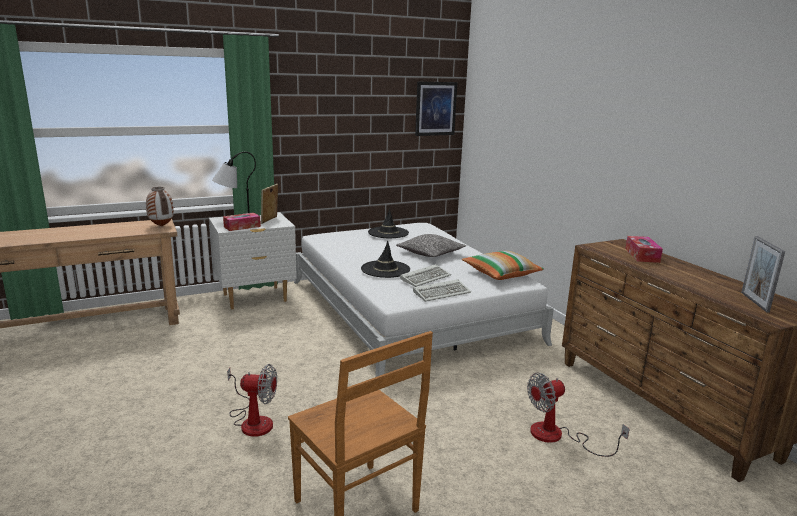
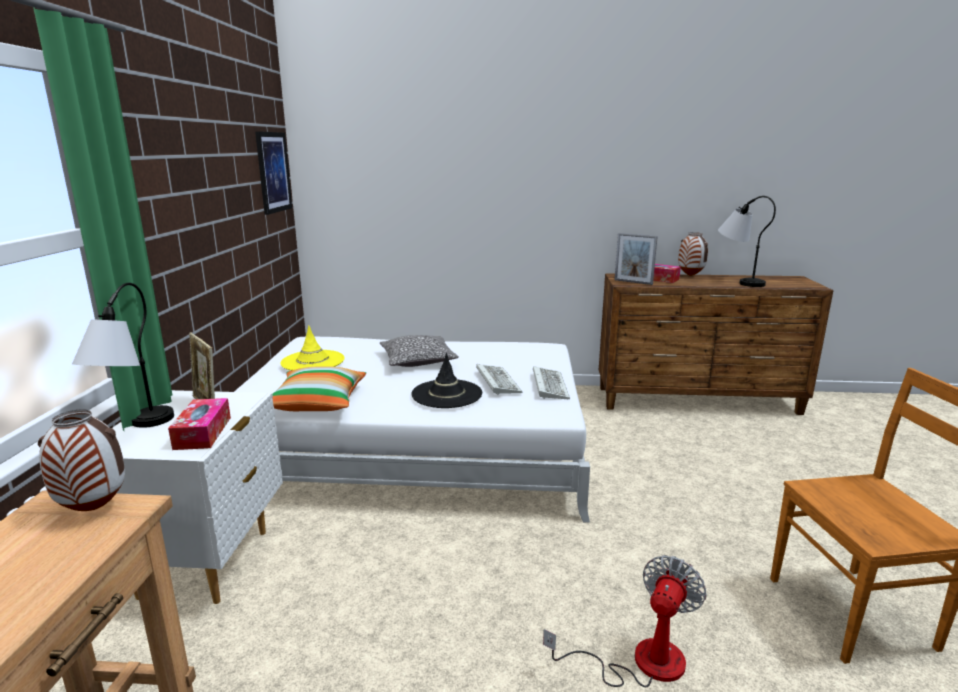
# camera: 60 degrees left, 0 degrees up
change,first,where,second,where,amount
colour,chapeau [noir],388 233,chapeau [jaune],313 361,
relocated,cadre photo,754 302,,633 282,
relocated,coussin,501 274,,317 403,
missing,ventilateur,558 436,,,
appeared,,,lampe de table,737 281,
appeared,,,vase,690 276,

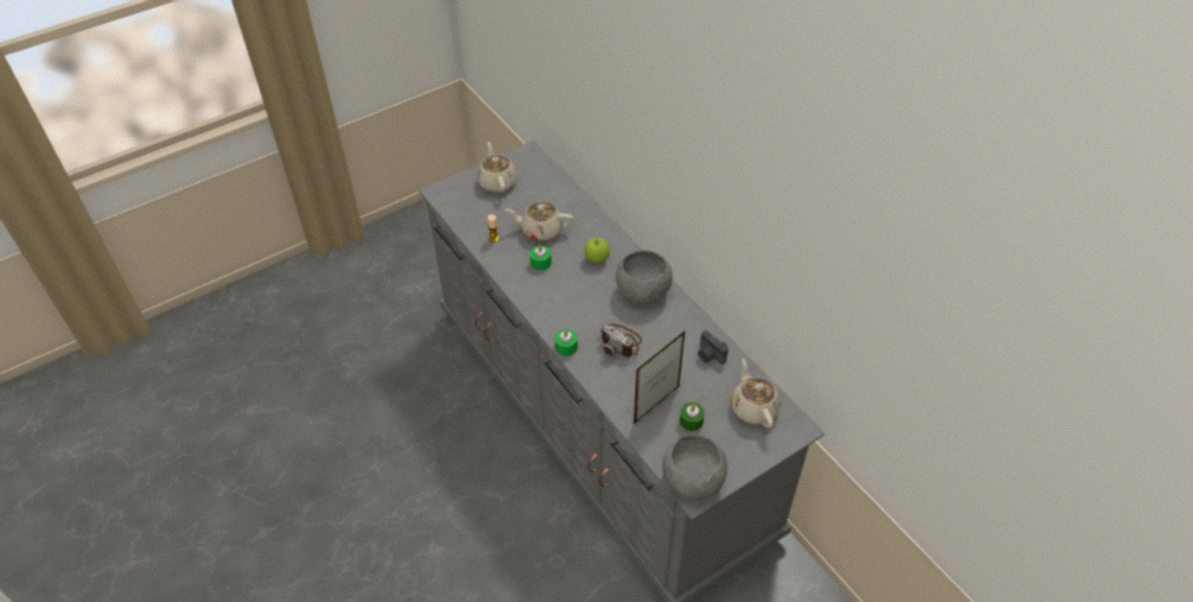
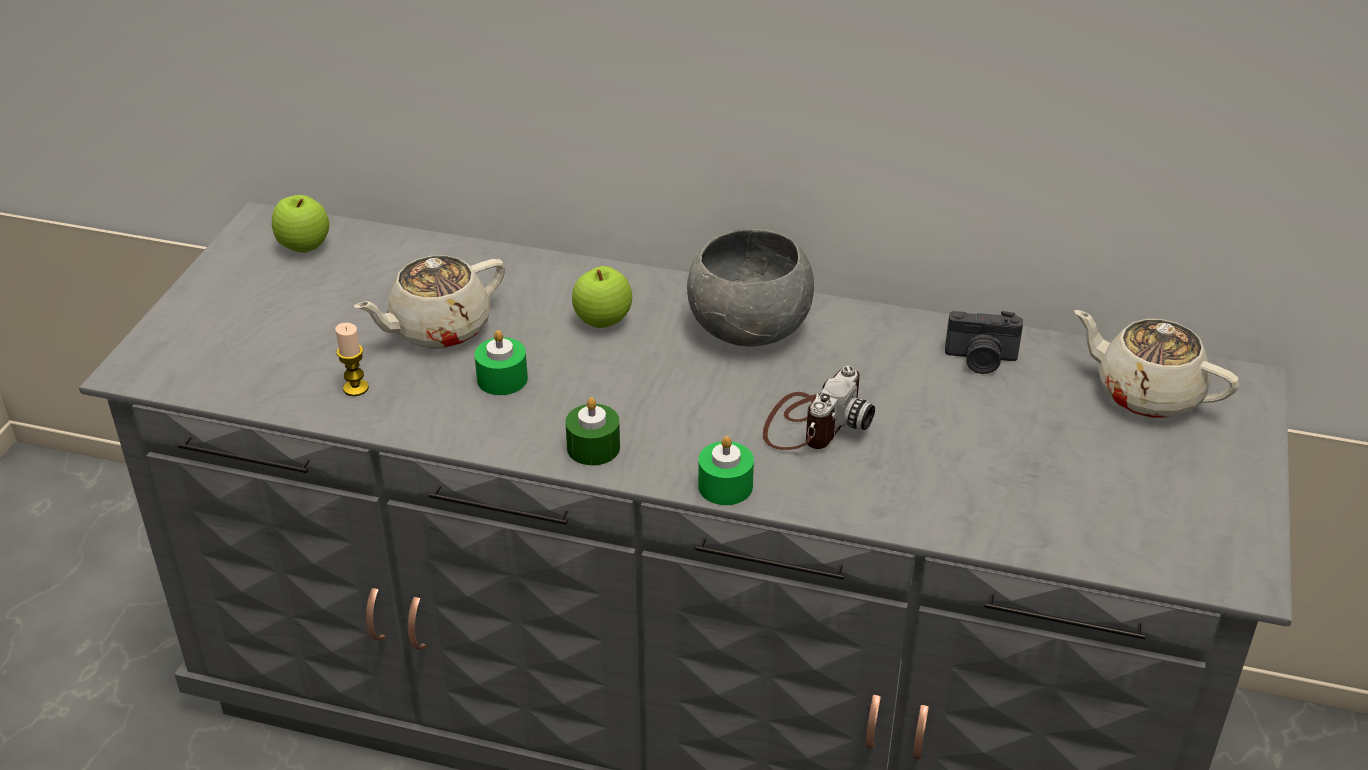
# camera: 40 degrees left, 10 degrees down
change,first,where,second,where,amount
missing,théière [beige],497 182,,,
spun,appareil photo,621 342,,813 423,60 degrees counterclockwise
missing,cadre photo,656 405,,,
relocated,bougie [vert],691 421,,593 447,
missing,bol [gris],692 479,,,
appeared,,,pomme,304 247,

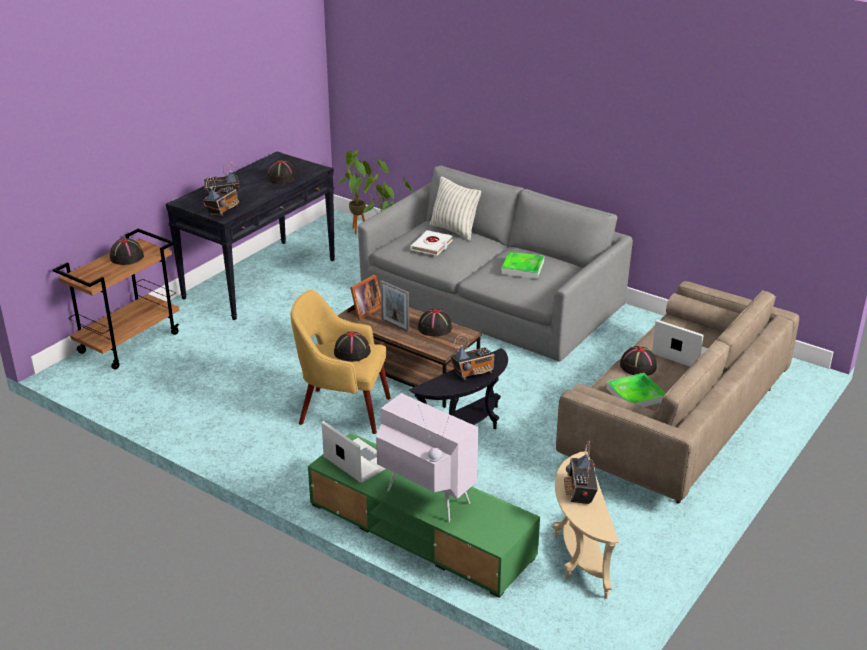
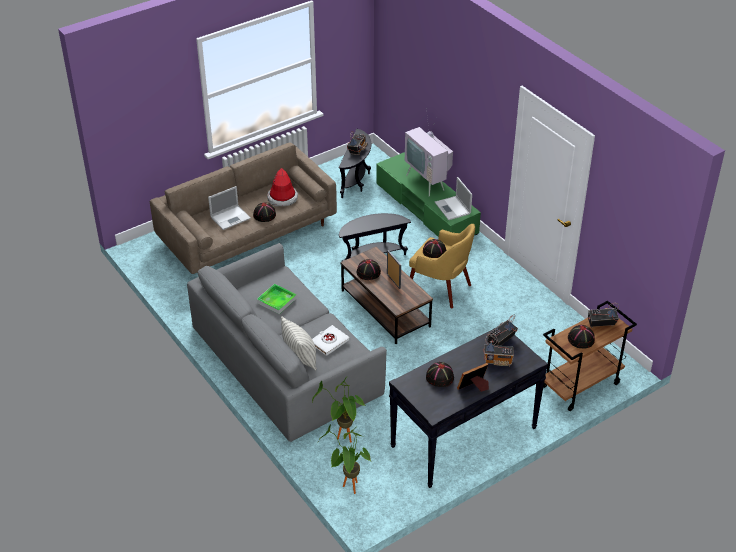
# camera: 160 degrees left, 10 degrees up
change,first,where,second,where,amount
relocated,cadre photo,364 311,,474 387,
spun,ordinateur portable,681 353,,231 217,90 degrees counterclockwise
relocated,radio,473 373,,601 324,
exchanged,plateau,635 395,chapeau,282 198,
colour,table d'appoint [beige],578 555,table d'appoint [noir],356 181,

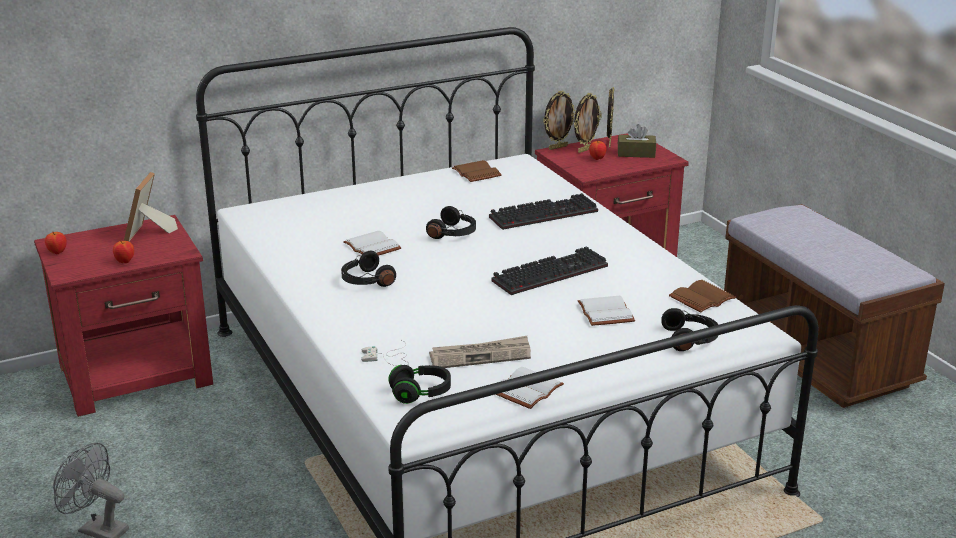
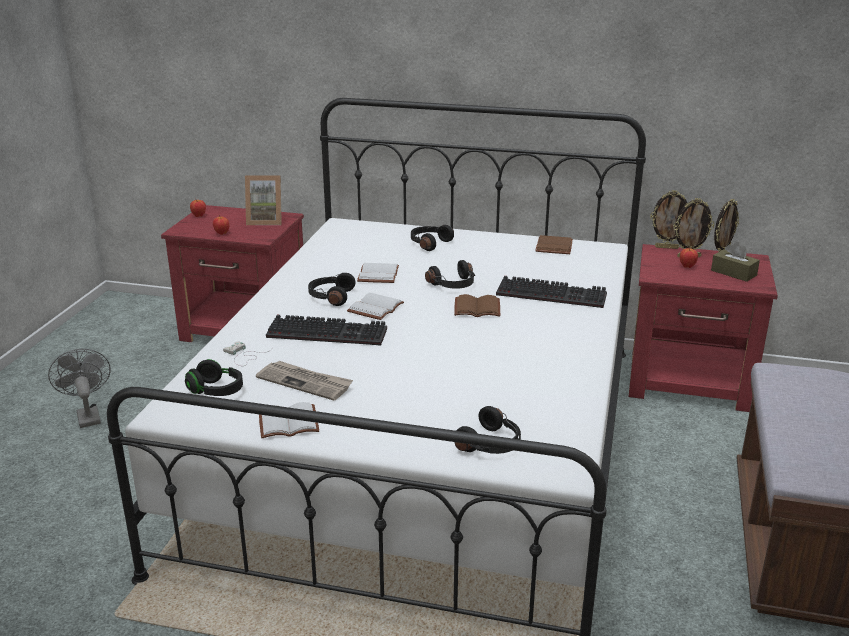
# camera: 40 degrees right, 0 degrees up
change,first,where,second,where,amount
spun,cadre photo,148 234,,265 221,135 degrees counterclockwise
relocated,clavier,550 272,,329 332,
relocated,livre [marron],701 297,,478 308,
relocated,livre [blanc],603 312,,375 307,
appeared,,,casque audio [noir],429 243,

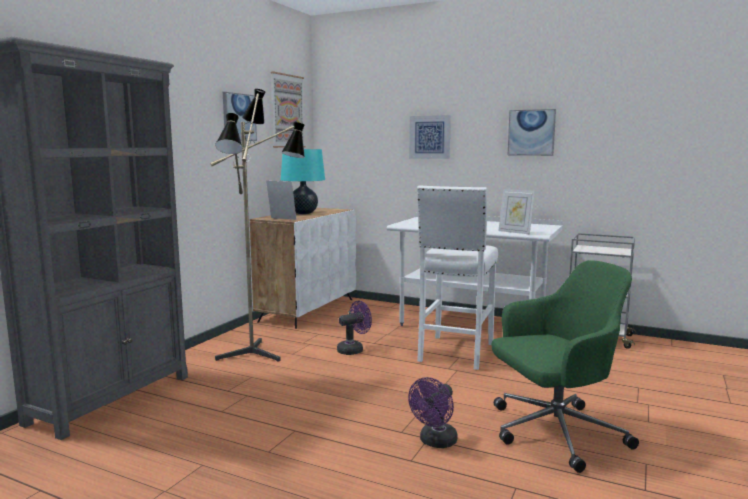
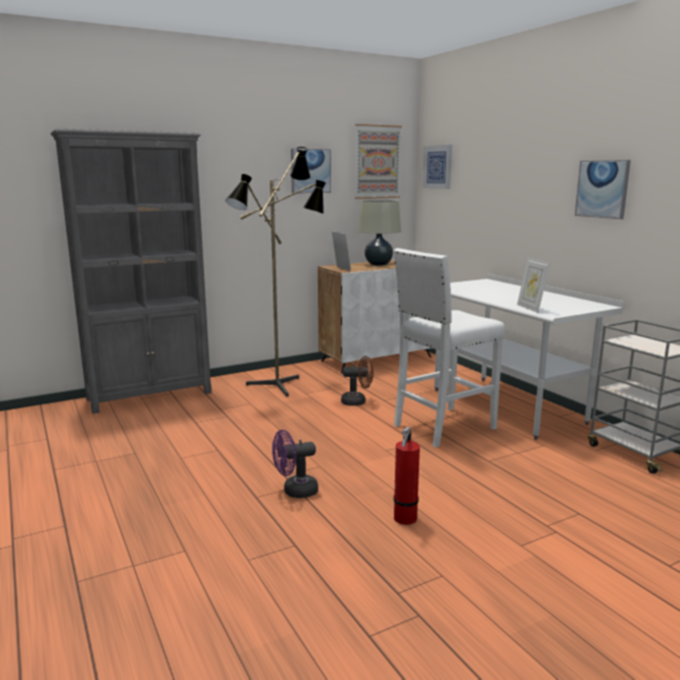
# camera: 35 degrees right, 5 degrees up
change,first,where,second,where,amount
relocated,tableau,430 137,,438 167,
colour,lampe de table [turquoise],303 213,lampe de table [beige],378 264,
exchanged,chaise de bureau [vert],553 433,extincteur,404 520,
colour,ventilateur [violet],353 350,ventilateur [marron],357 402,

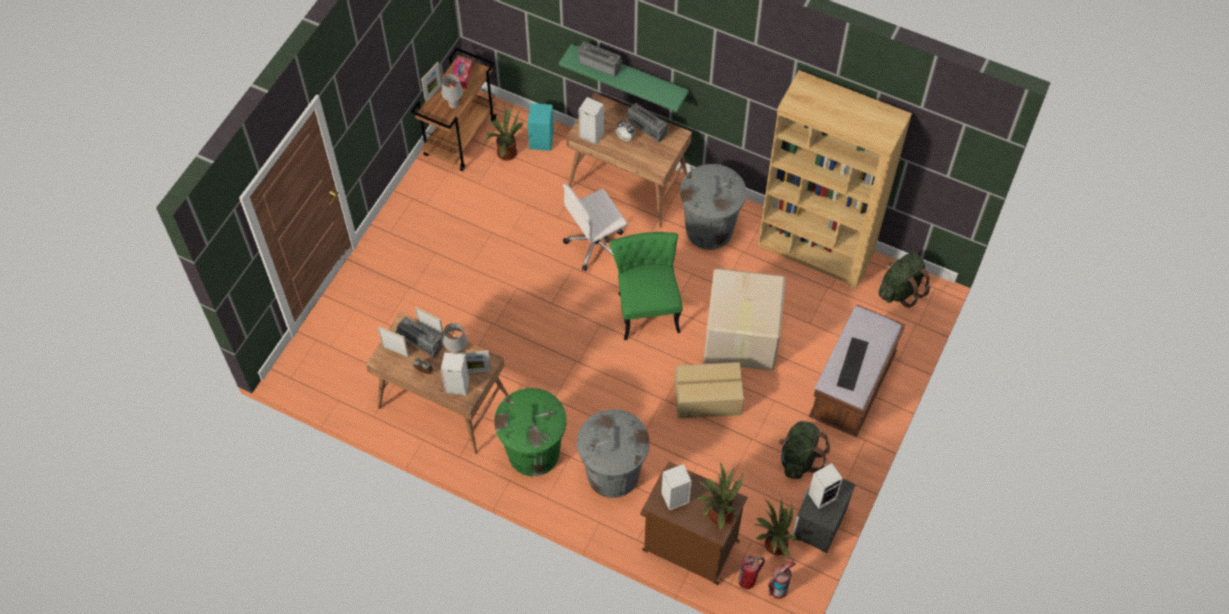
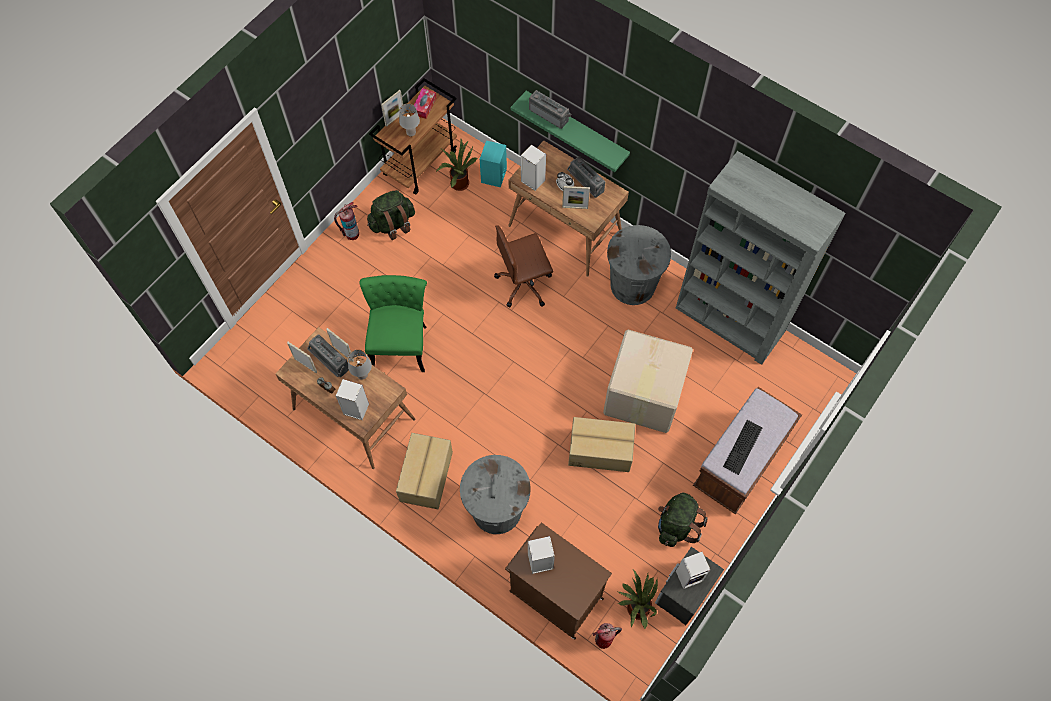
# camera: 10 degrees right, 5 degrees up
change,first,where,second,where,amount
colour,bibliothèque [marron],815 250,bibliothèque [gris],730 320,
colour,chaise de bureau [blanc],596 245,chaise de bureau [marron],524 284,
relocated,chaise [vert],646 306,,400 341,
relocated,sac à dos [vert],900 290,,393 224,
relocated,cadre photo,476 371,,575 207,
exchanged,poubelle [vert],534 452,carton,427 476,
missing,plante en pot,718 513,,,
relocated,extincteur,777 590,,352 234,

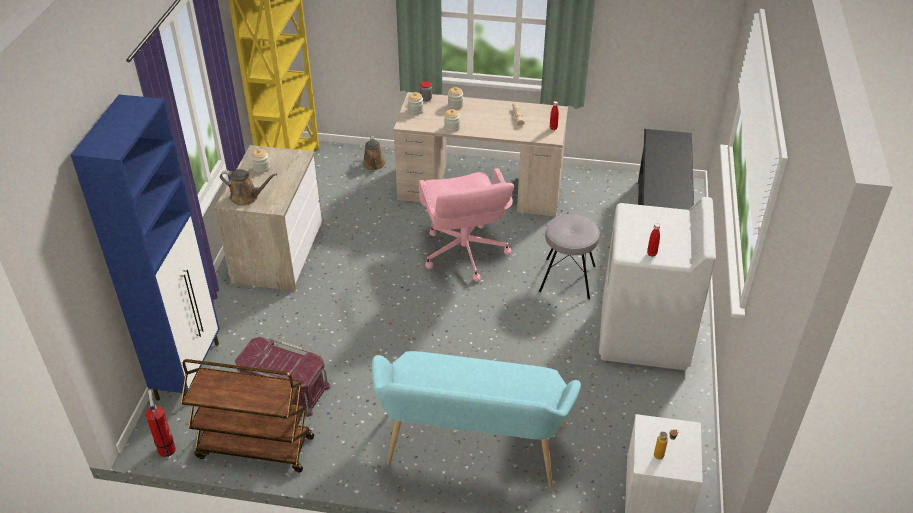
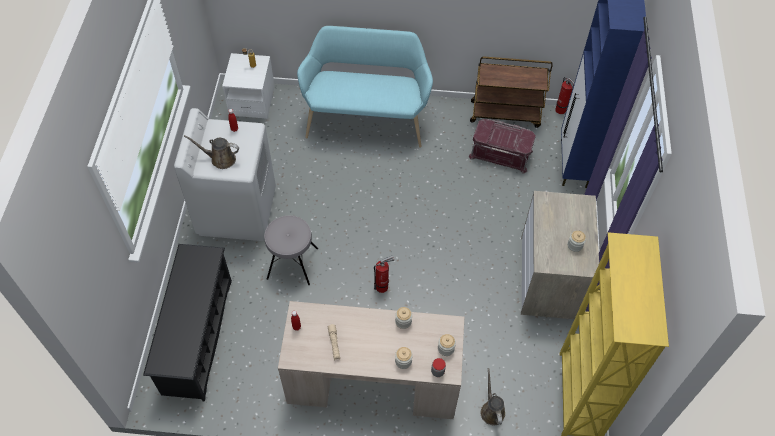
# camera: 175 degrees right, 15 degrees up
change,first,where,second,where,amount
exchanged,chaise de bureau [rose],464 253,extincteur,383 286,
relocated,arrosoir [marron],247 197,,220 159,

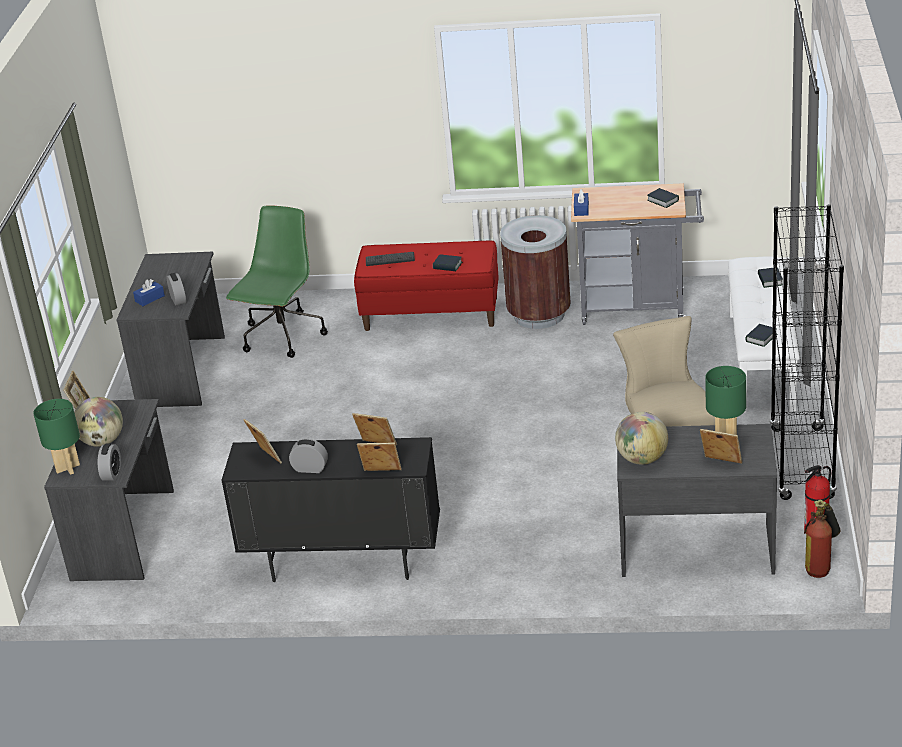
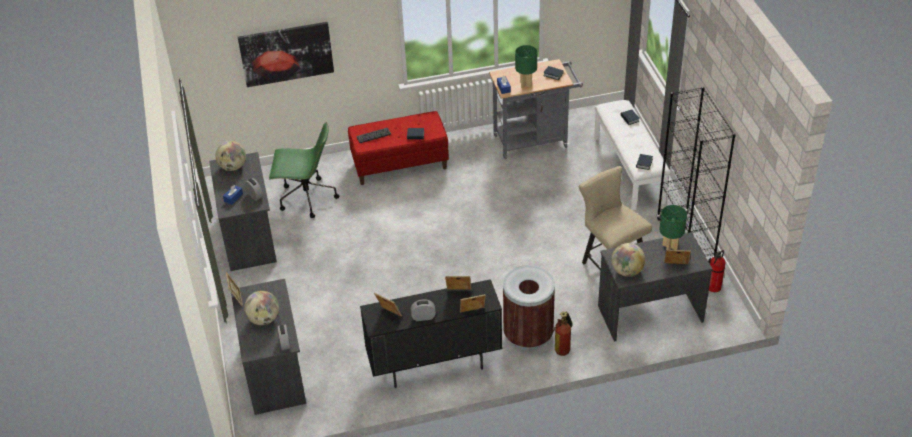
# camera: 20 degrees left, 10 degrees up
change,first,where,second,where,amount
spun,chaise de bureau [vert],283 337,,306 198,90 degrees clockwise
relocated,poubelle [marron],539 315,,528 335,
relocated,lampe de table [vert],67 468,,525 85,
relocated,extincteur,821 565,,563 346,
appeared,,,tableau,286 53,
appeared,,,globe,233 167,

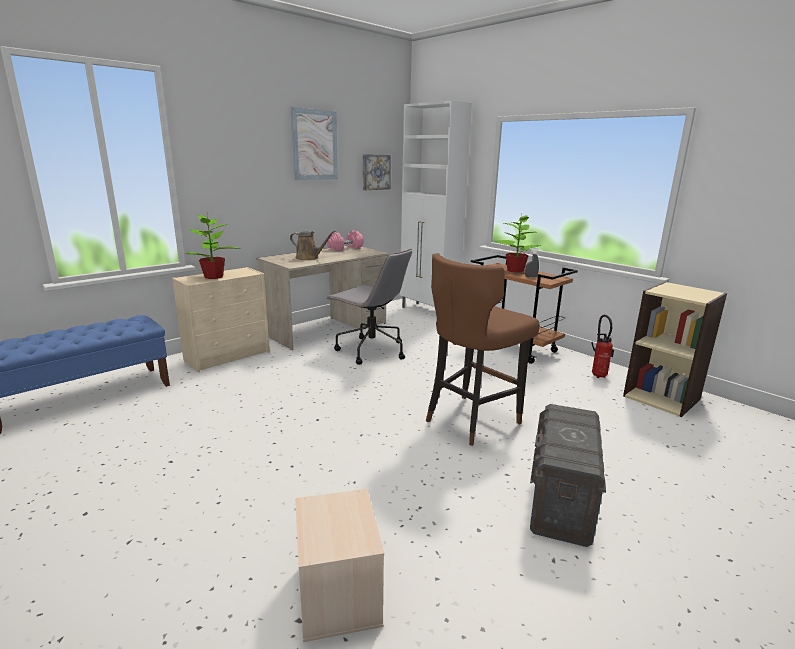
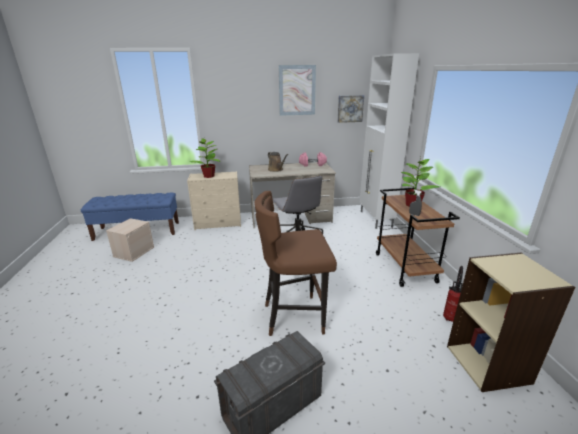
# camera: 35 degrees right, 5 degrees up
change,first,where,second,where,amount
relocated,boîte de rangement [beige],337 593,,134 251,

